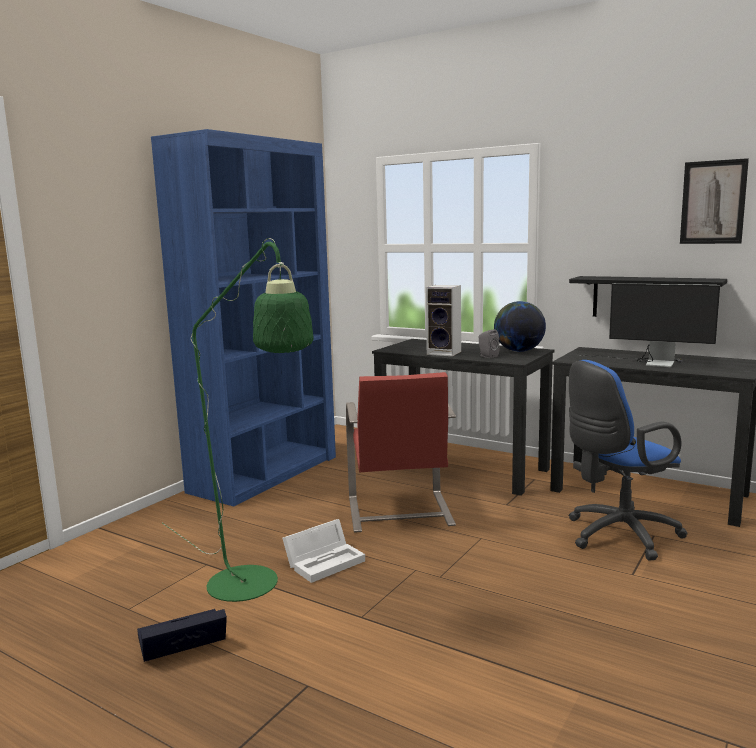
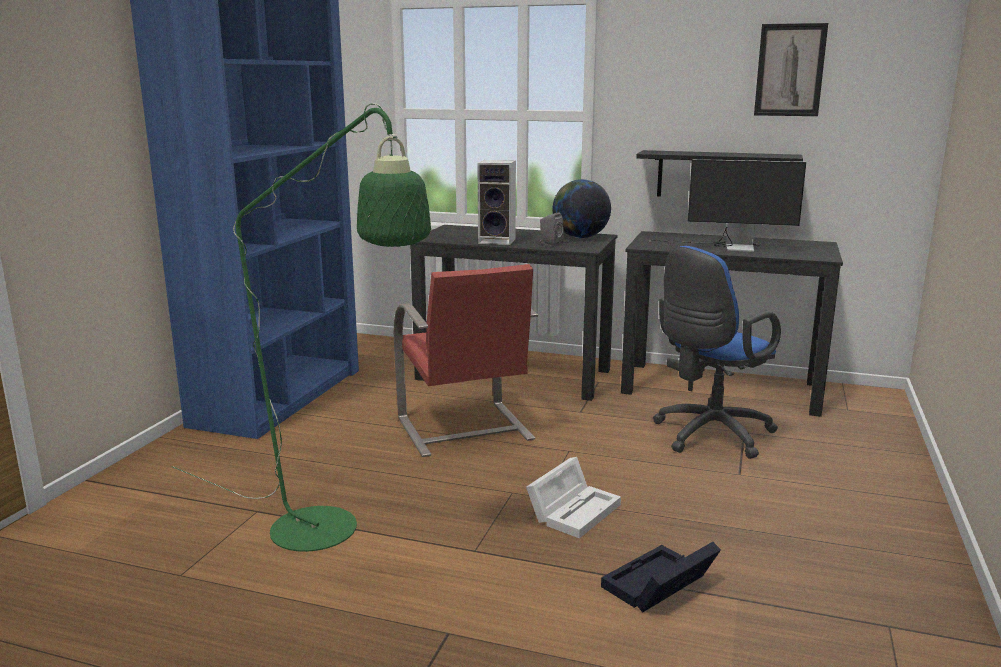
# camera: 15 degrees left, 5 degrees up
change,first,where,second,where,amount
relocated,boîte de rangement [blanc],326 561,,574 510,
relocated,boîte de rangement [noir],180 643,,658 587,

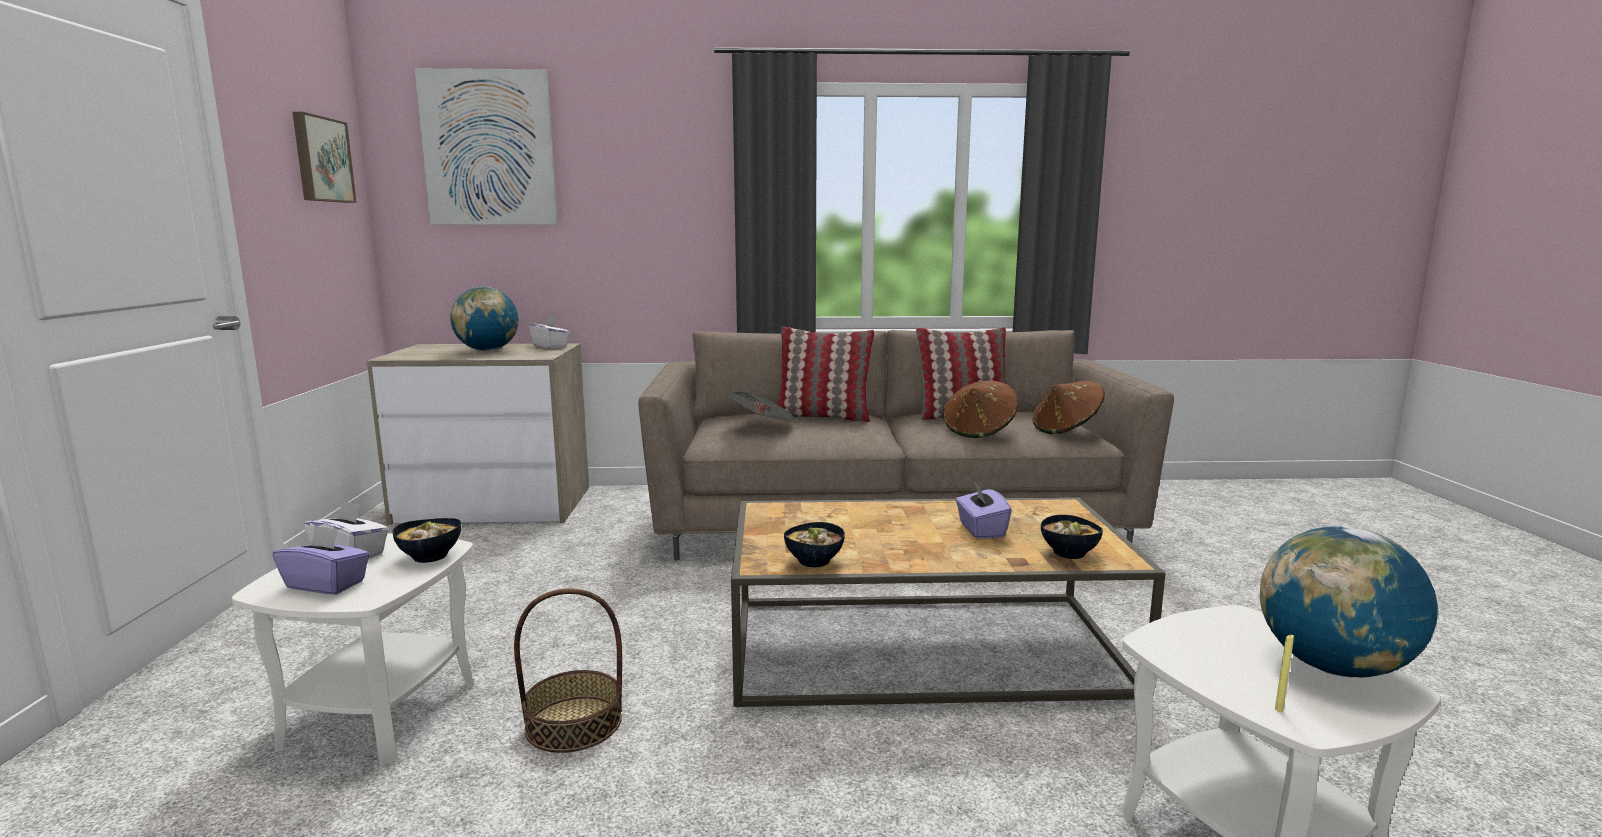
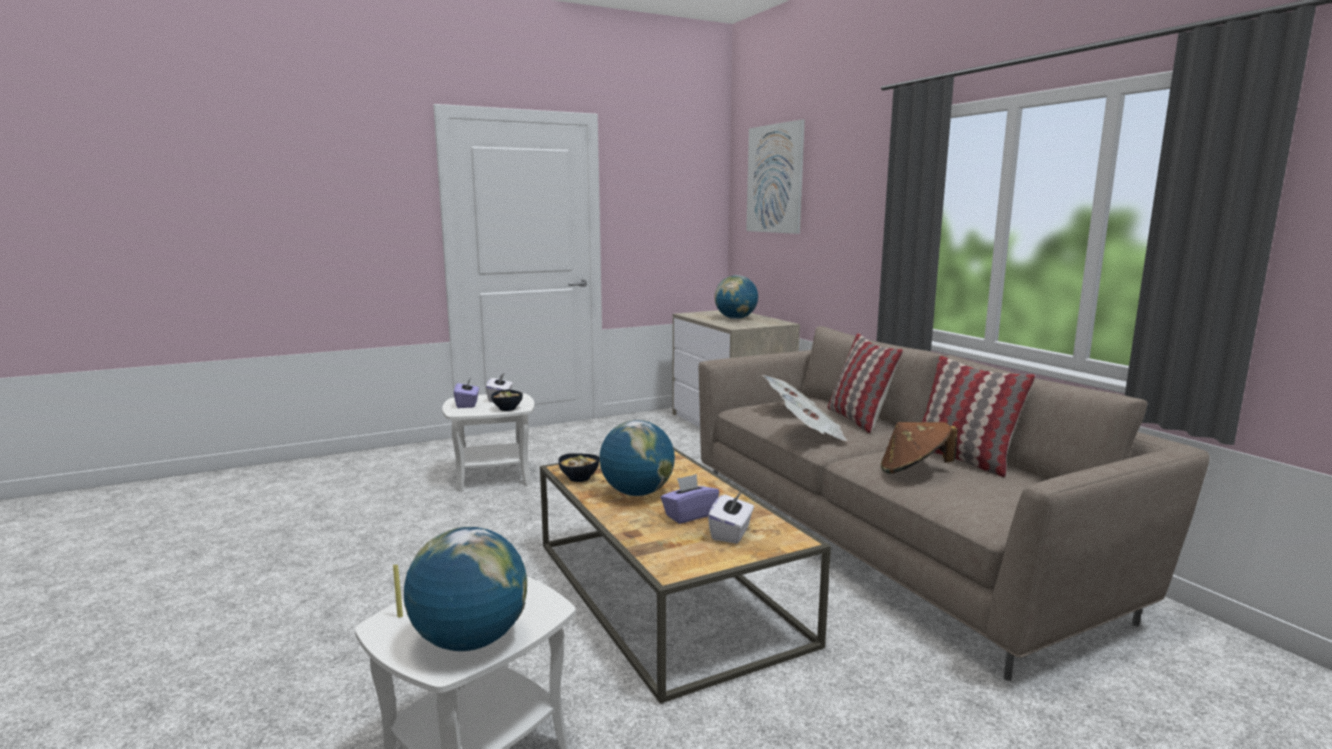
# camera: 65 degrees right, 0 degrees up
change,first,where,second,where,amount
missing,tableau,321 159,,,
relocated,boîte à mouchoirs [blanc],550 346,,731 533,
missing,chapeau [marron],1066 429,,,
missing,bol,1068 553,,,
missing,panier,573 724,,,
appeared,,,journal,813 435,
appeared,,,globe,637 493,

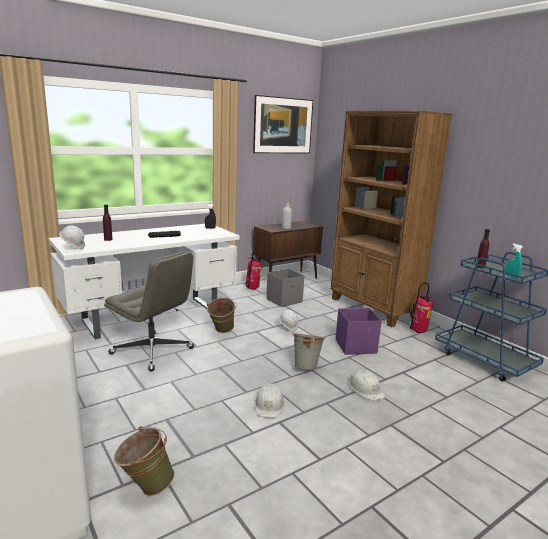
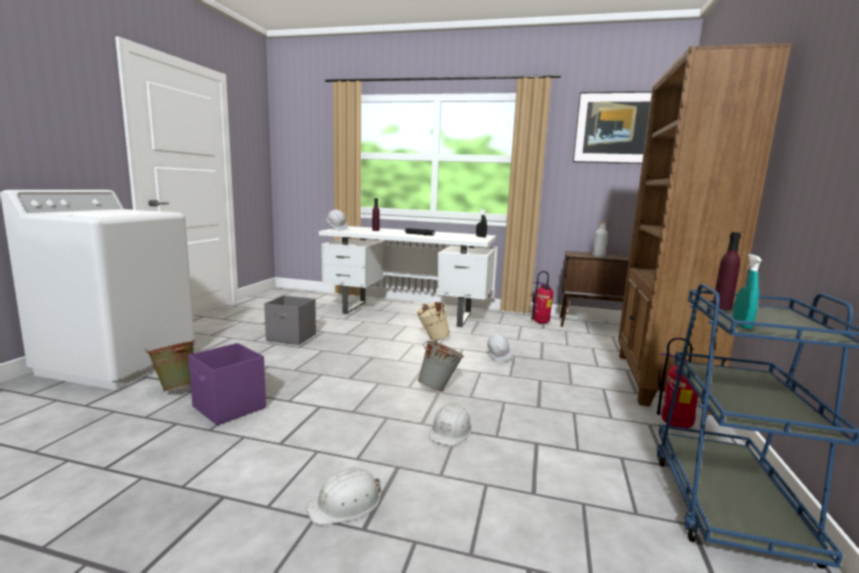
# camera: 50 degrees right, 5 degrees down
change,first,where,second,where,amount
missing,chaise de bureau [gris],153 351,,,
relocated,boîte de rangement [gris],284 300,,292 338,
colour,seau [vert],221 332,seau [beige],432 339,
relocated,boîte de rangement [violet],356 347,,229 408,
relocated,casque de chantier [blanc],269 405,,345 504,

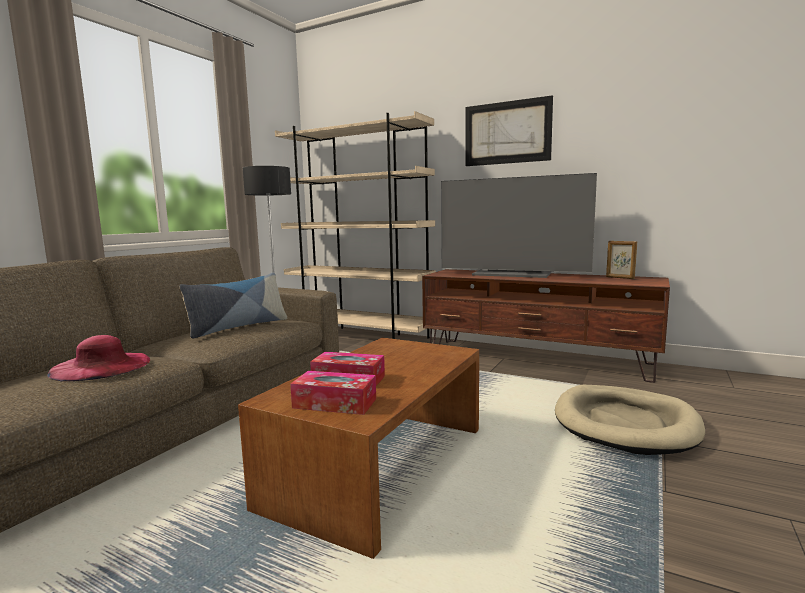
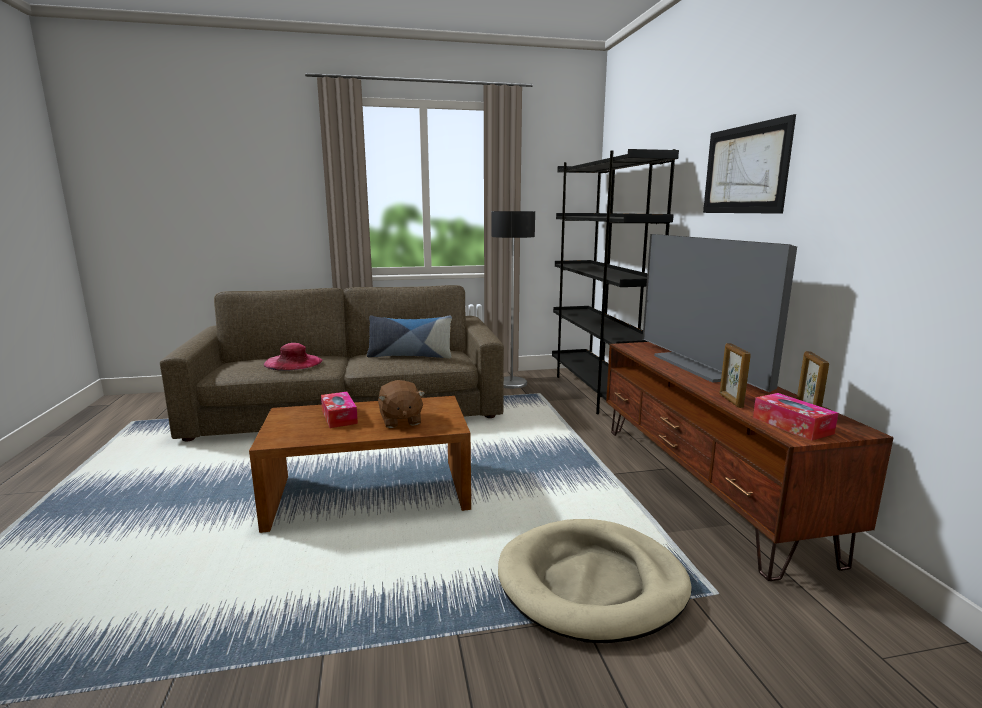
# camera: 50 degrees right, 5 degrees up
change,first,where,second,where,amount
colour,bibliothèque [beige],359 336,bibliothèque [noir],597 392,
relocated,boîte à mouchoirs,335 403,,792 425,
appeared,,,cadre photo,730 401,
appeared,,,peluche [marron],400 420,

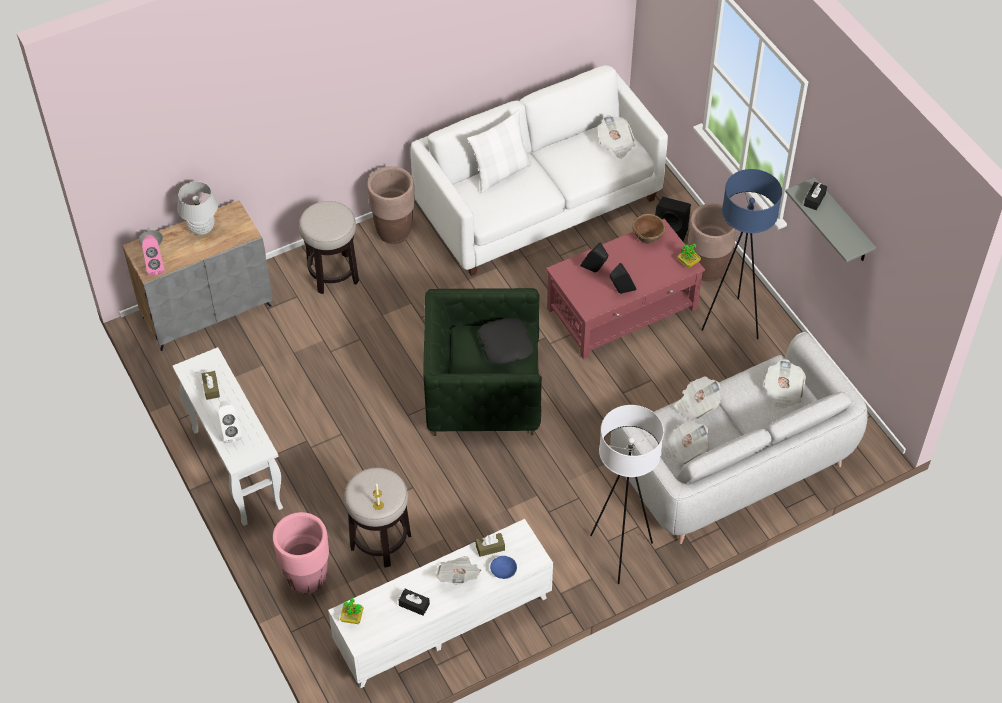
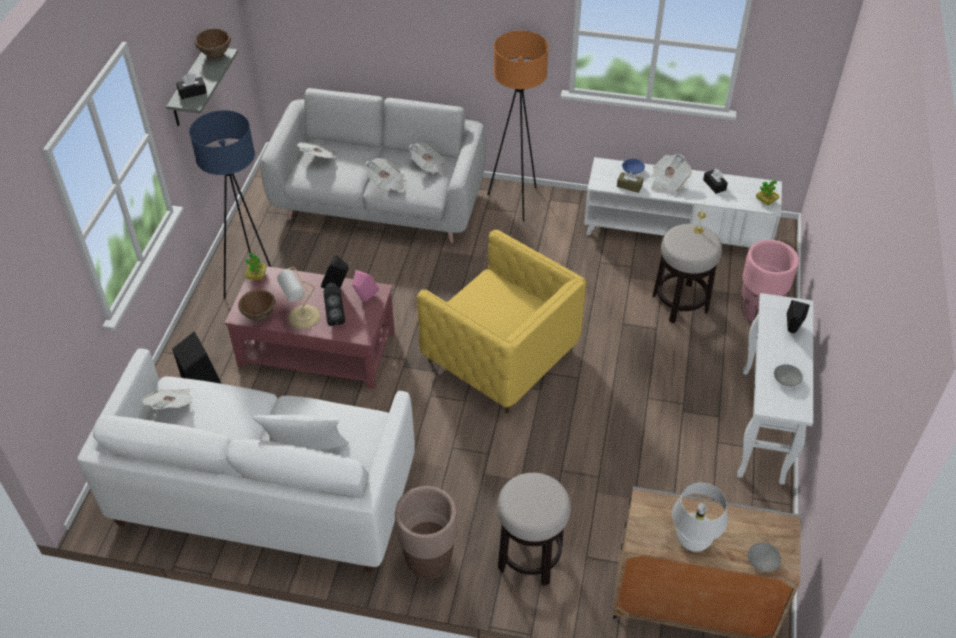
# camera: 140 degrees left, 5 degrees down
change,first,where,second,where,amount
missing,cache-pot [marron],707 269,,,
relocated,enceinte [rose],155 267,,365 300,
colour,fauteuil [vert],483 393,fauteuil [jaune],500 356,
missing,coussin [noir],506 345,,,
exchanged,boîte à mouchoirs [marron],211 388,bol [gris],786 379,
colour,enceinte [blanc],231 432,enceinte [noir],791 331,
colour,lampadaire [blanc],619 553,lampadaire [orange],515 201,
appeared,,,bol [marron],216 55,
appeared,,,lampe de table,302 317,

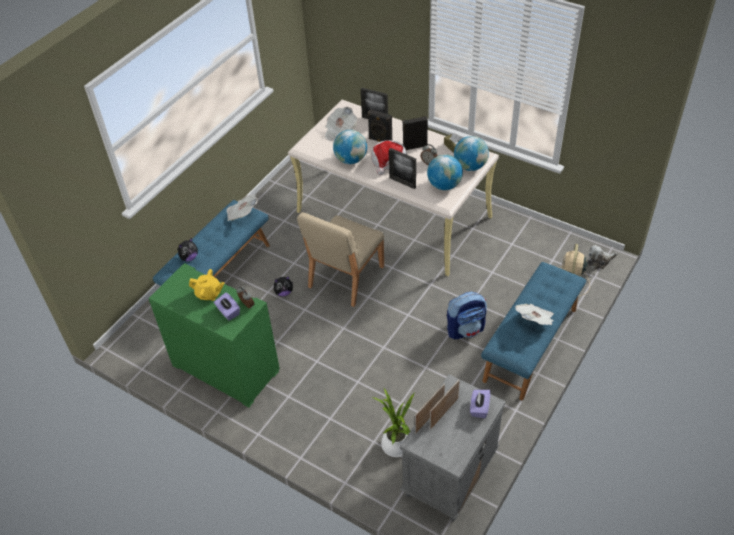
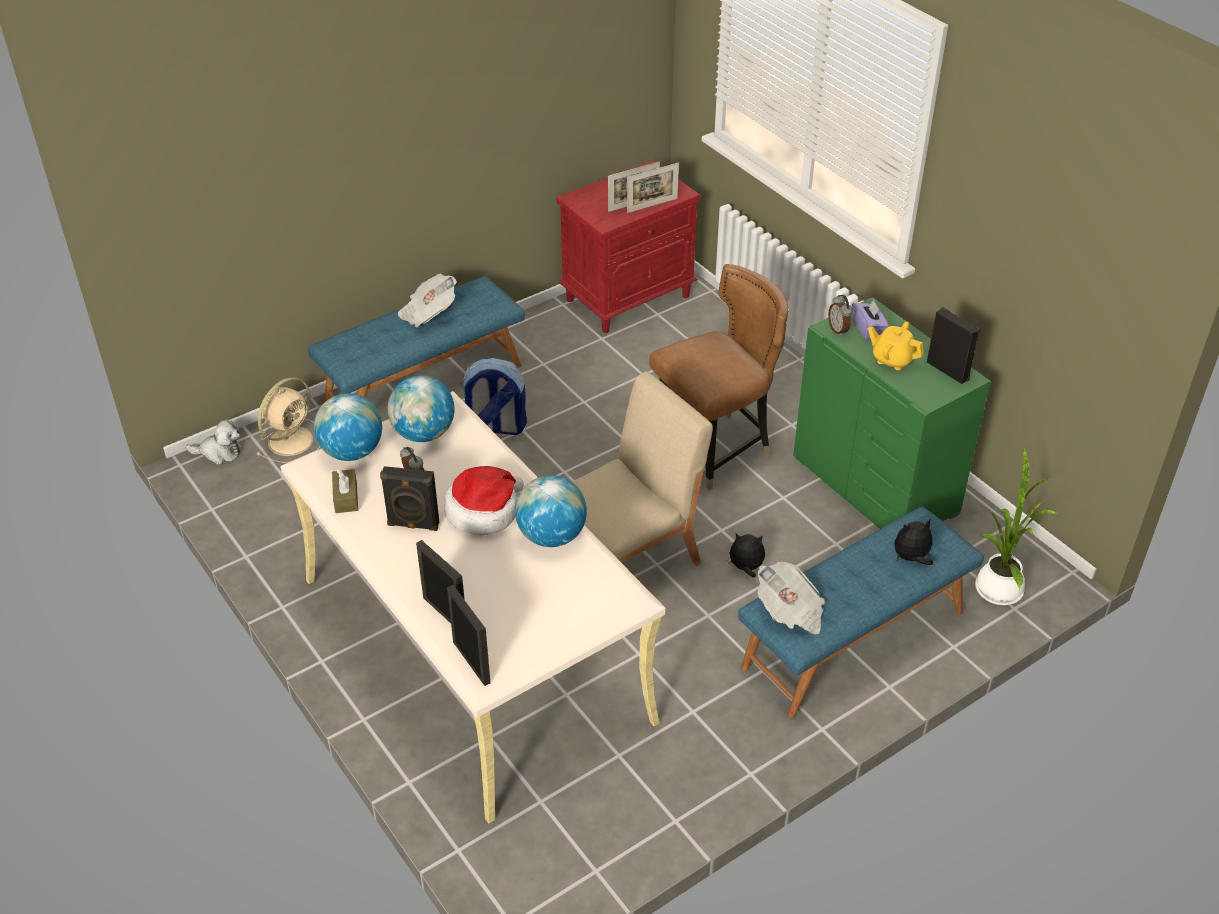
# camera: 160 degrees left, 5 degrees down
change,first,where,second,where,amount
missing,journal,339 132,,,
relocated,enceinte [noir],380 141,,948 370,
relocated,cadre photo,402 182,,471 662,
colour,table de chevet [gris],449 476,table de chevet [rouge],628 297,
relocated,plante en pot,396 447,,999 587,
missing,boîte à mouchoirs [violet],479 408,,,
appeared,,,chaise [marron],715 450,

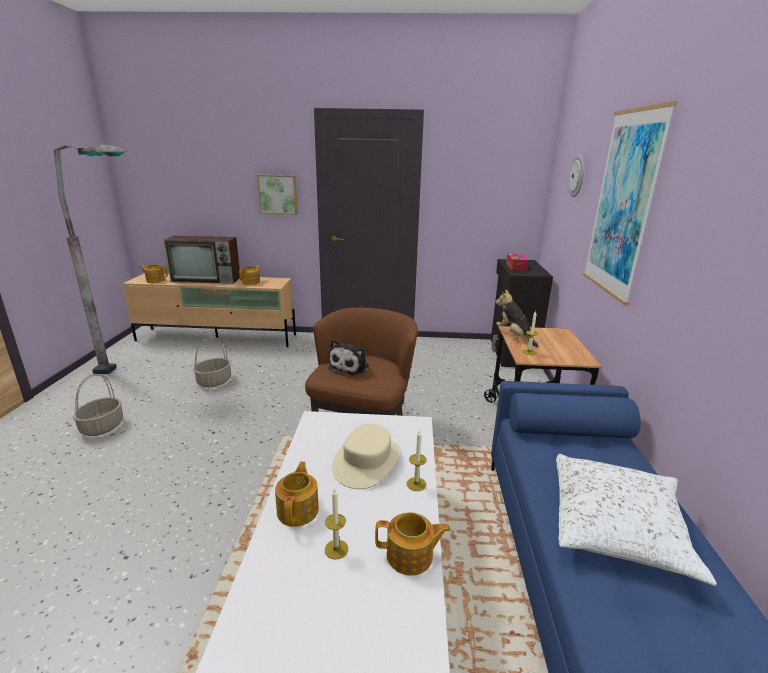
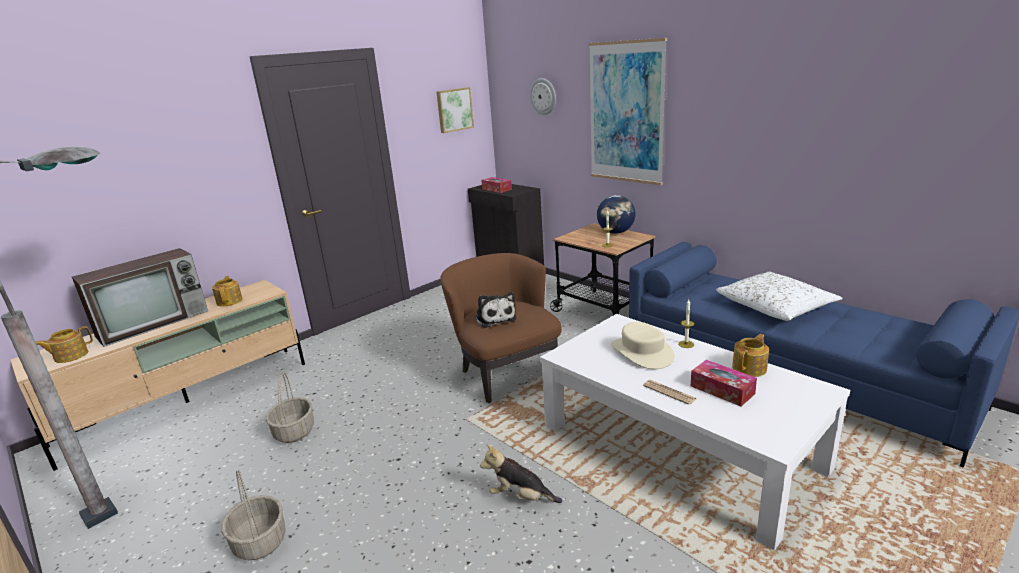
# camera: 45 degrees left, 0 degrees up
change,first,where,second,where,amount
relocated,tableau,278 194,,454 110,
relocated,peluche,514 336,,520 497,
exchanged,théière,298 510,journal,669 392,
exchanged,bougie,336 549,boîte à mouchoirs,722 390,
appeared,,,globe,616 232,

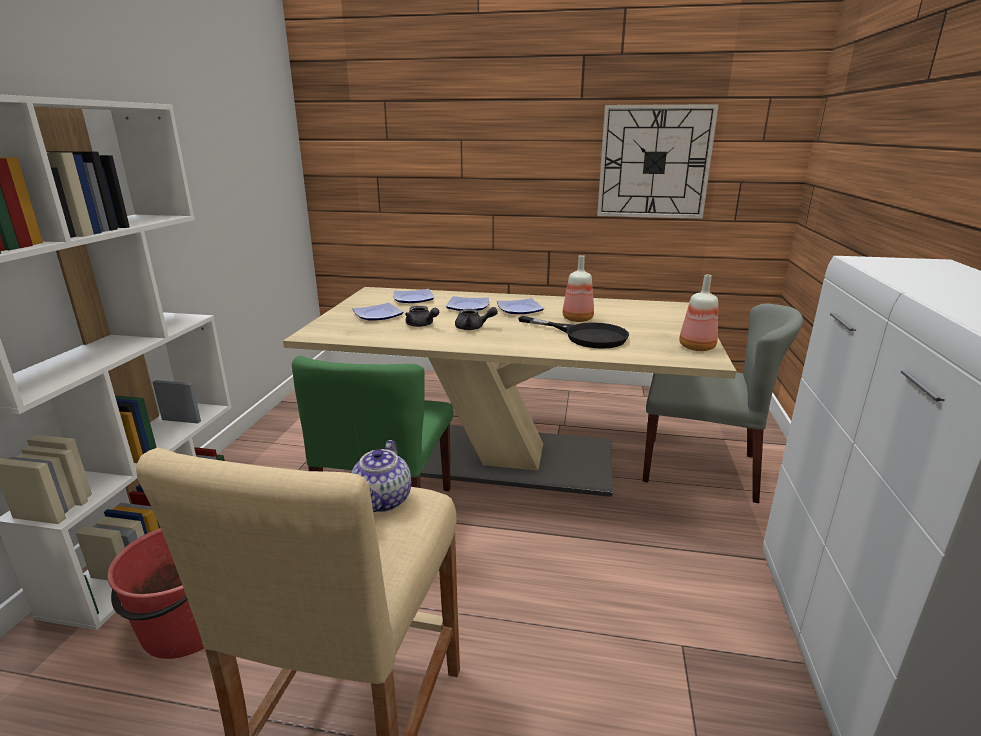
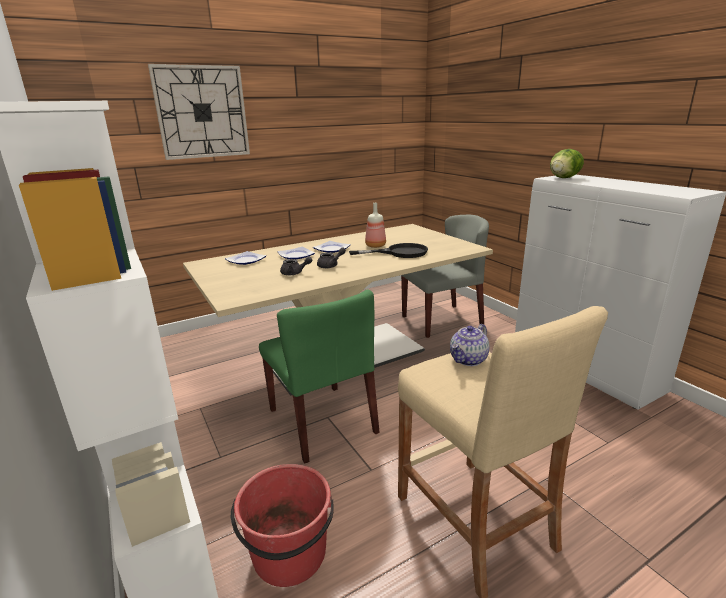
# camera: 40 degrees left, 0 degrees up
change,first,where,second,where,amount
relocated,horloge murale,654 162,,202 112,
missing,bouteille,697 348,,,
missing,assiette,377 315,,,
spun,théière,383 501,,468 360,75 degrees clockwise
appeared,,,laitue,563 178,

